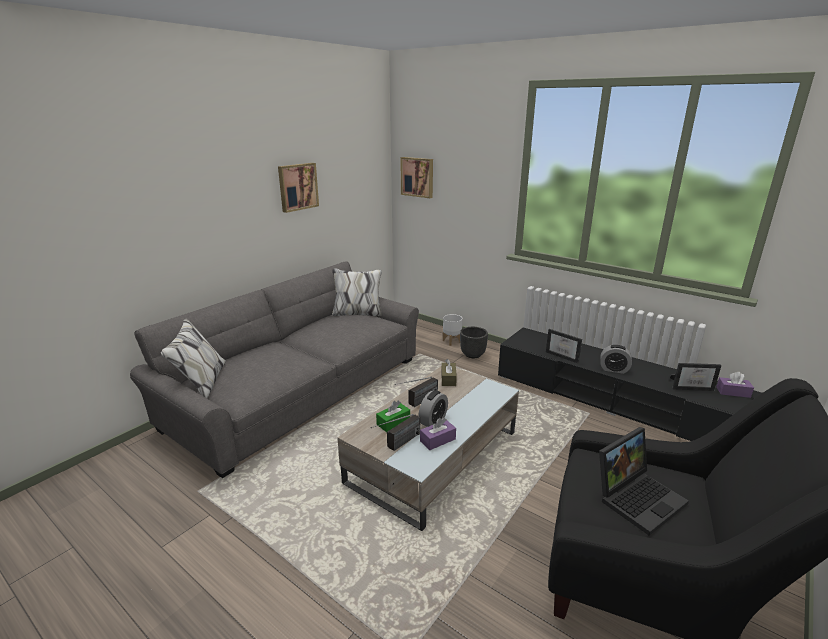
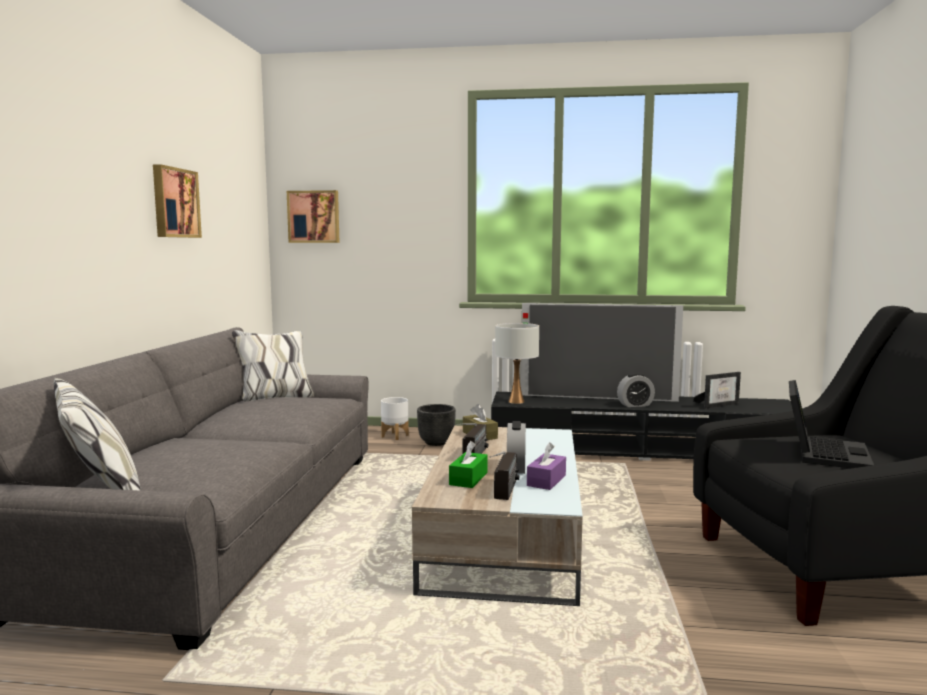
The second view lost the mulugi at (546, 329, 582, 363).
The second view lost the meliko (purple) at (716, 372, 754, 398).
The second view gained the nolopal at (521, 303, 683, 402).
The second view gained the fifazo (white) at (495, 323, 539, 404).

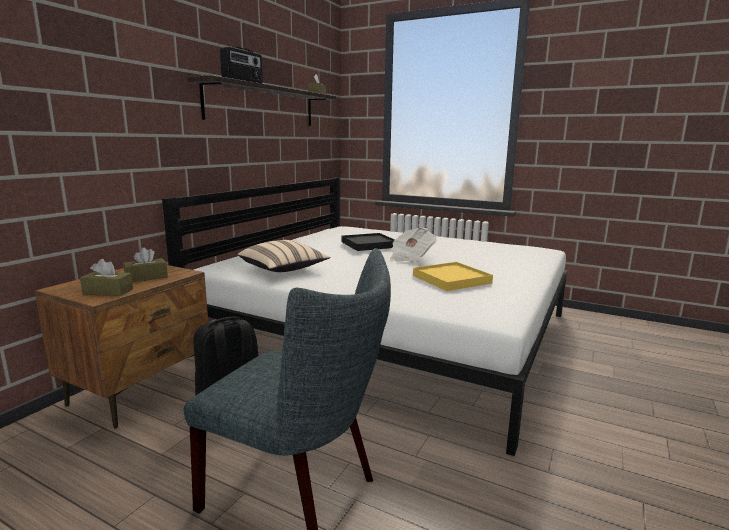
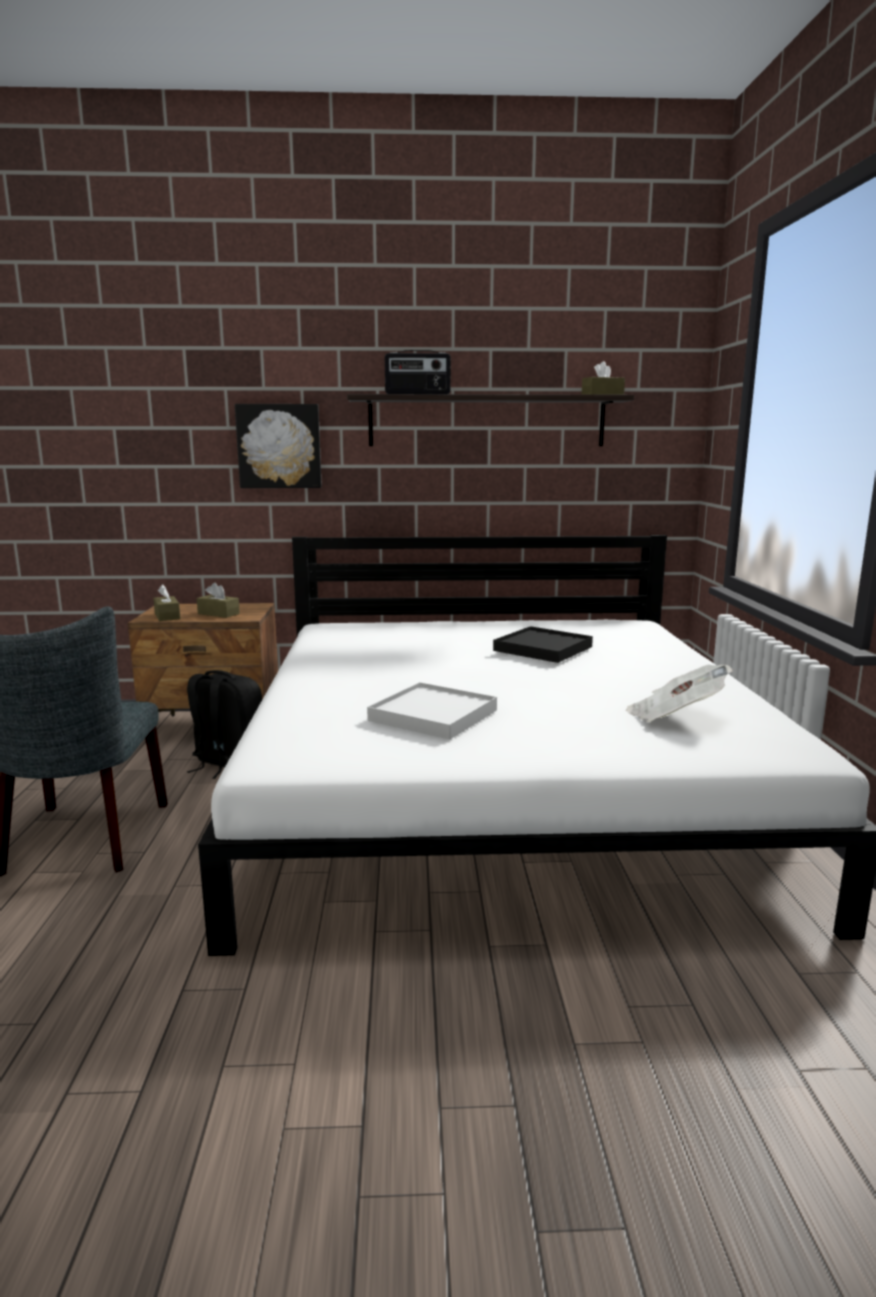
The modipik ended up elsewhere, having gone from (390, 227, 437, 262) to (626, 665, 733, 722).
The second view lost the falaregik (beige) at (238, 240, 330, 272).
What was the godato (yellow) at (413, 262, 493, 291) turned into the godato (white) at (367, 682, 497, 740).
The second view gained the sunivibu at (235, 404, 322, 488).

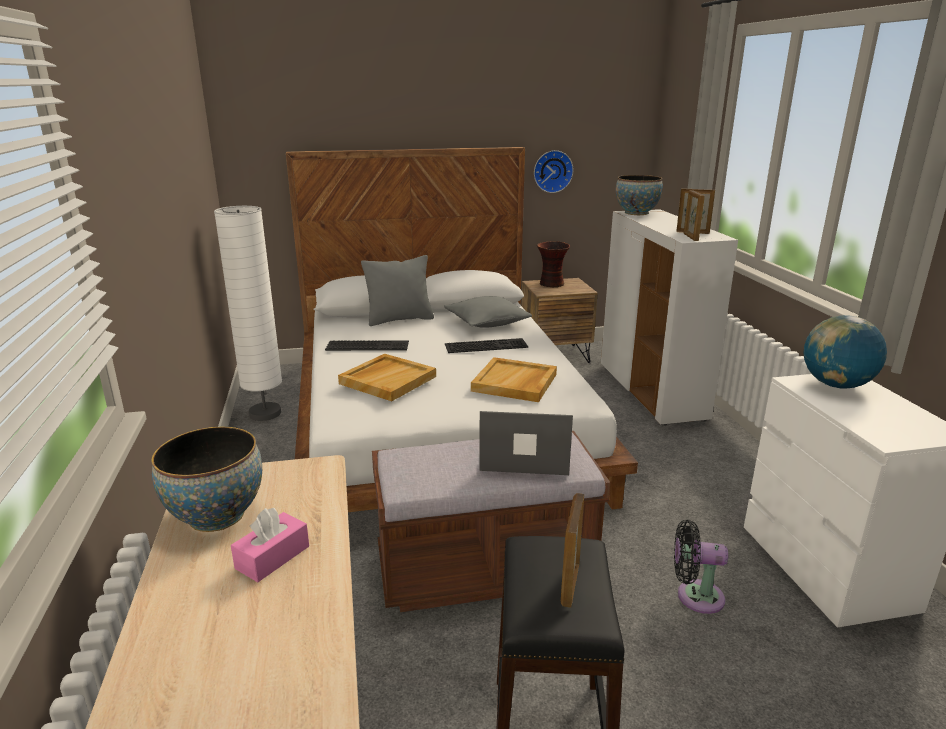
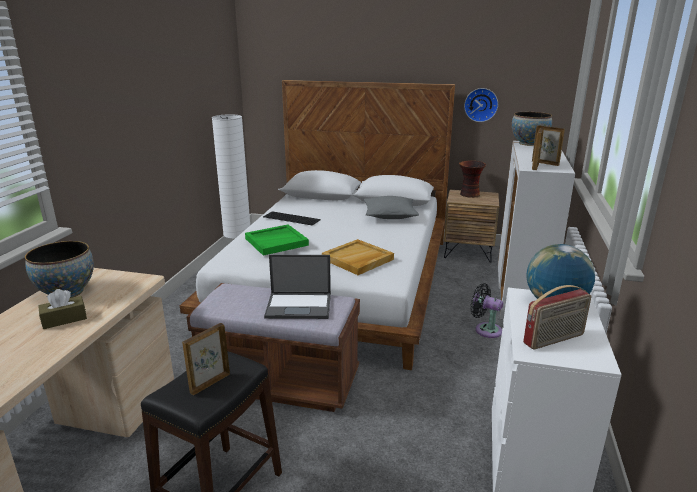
The second view lost the falaregik (grey) at (361, 255, 434, 326).
The second view lost the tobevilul at (445, 338, 528, 353).
What was the godato (beige) at (338, 354, 436, 401) turned into the godato (green) at (245, 225, 309, 256).
The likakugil at (479, 411, 573, 475) ended up facing another way, 150 degrees clockwise from before.
What was the meliko (pink) at (231, 508, 309, 582) turned into the meliko (brown) at (38, 289, 87, 329).
The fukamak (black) ended up elsewhere, having gone from (674, 520, 728, 614) to (470, 283, 503, 338).
The second view gained the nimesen at (523, 285, 591, 350).

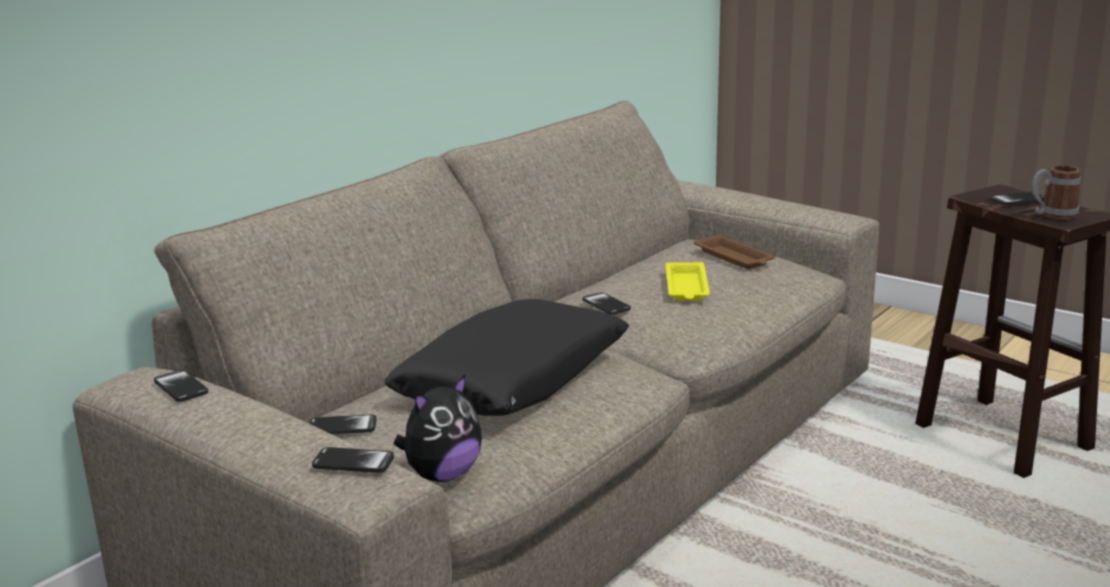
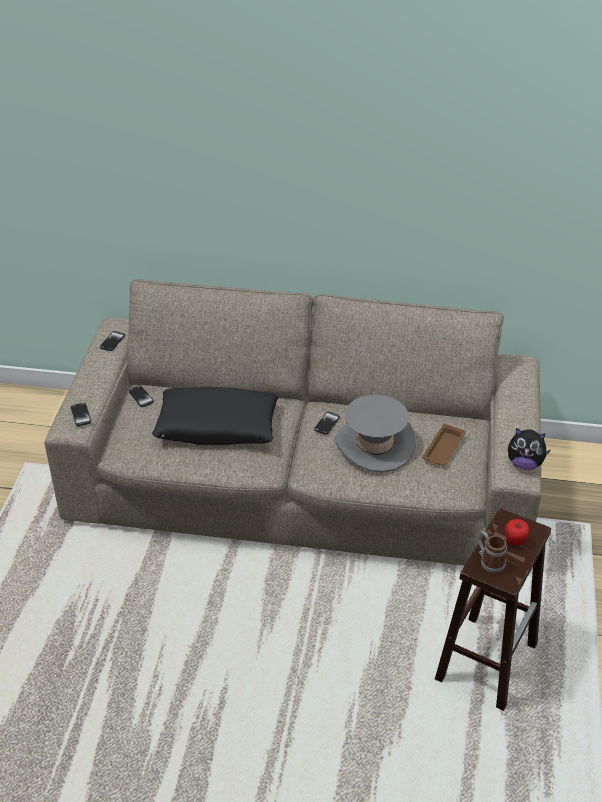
Where the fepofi stood at (990, 192, 1044, 205), the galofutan came to stand at (505, 519, 529, 546).
Where the godato (yellow) stood at (666, 262, 710, 301), the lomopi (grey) came to stand at (335, 395, 416, 473).
The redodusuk ended up elsewhere, having gone from (394, 374, 482, 482) to (508, 428, 550, 470).

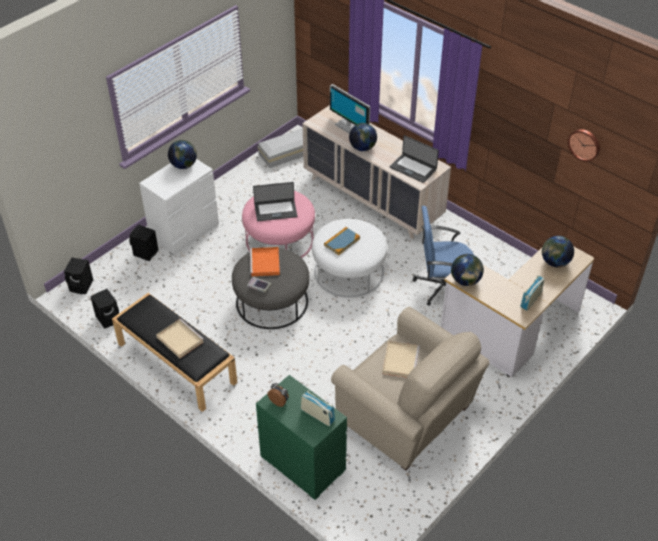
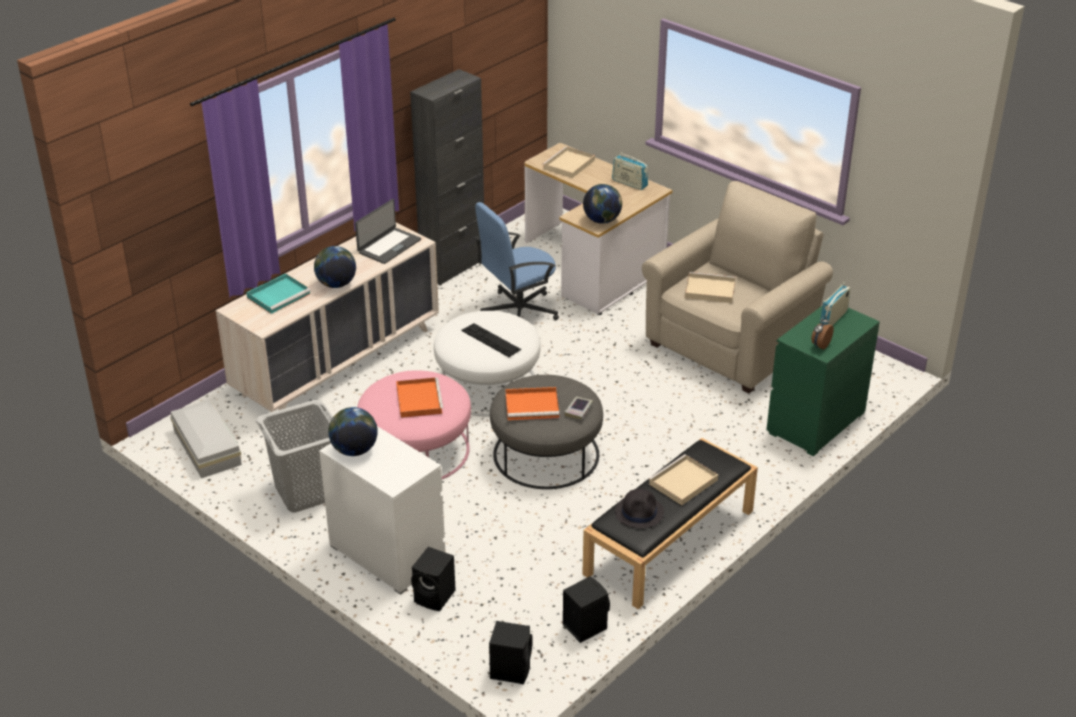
Where the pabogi stood at (330, 84, 370, 134), the godato (turquoise) came to stand at (246, 273, 311, 314).
The second view lost the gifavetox at (568, 129, 600, 162).
Where the likakugil stood at (253, 182, 298, 221), the godato (orange) came to stand at (396, 377, 444, 418).
The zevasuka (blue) at (413, 206, 474, 306) ended up facing another way, 60 degrees clockwise from before.
Where the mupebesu stood at (324, 227, 360, 255), the tobevilul came to stand at (462, 323, 521, 357).
Where the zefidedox stood at (542, 236, 574, 267), the godato (beige) came to stand at (542, 146, 595, 178).
The second view gained the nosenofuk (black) at (410, 69, 484, 285).
The second view gained the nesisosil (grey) at (256, 400, 333, 513).
The second view gained the lomopi (black) at (615, 489, 664, 528).

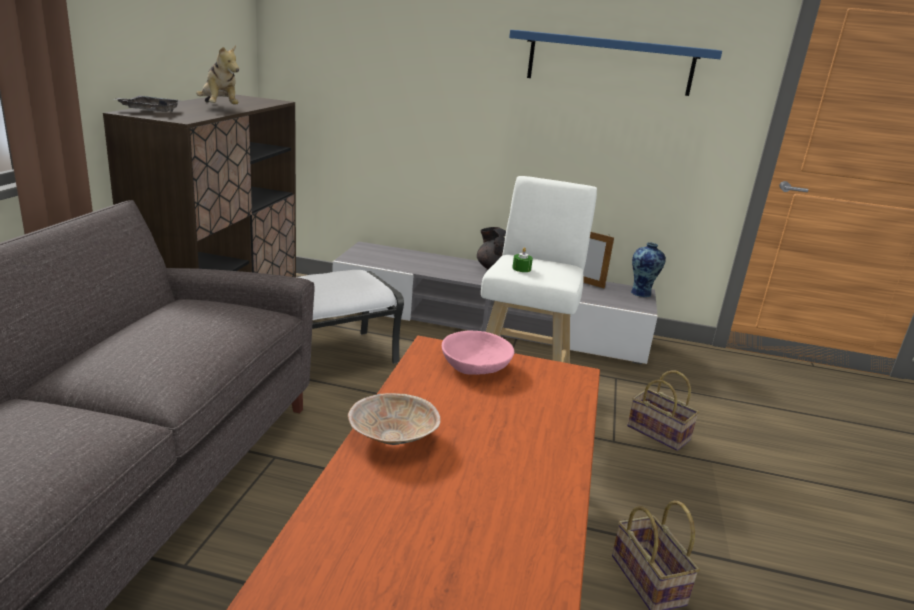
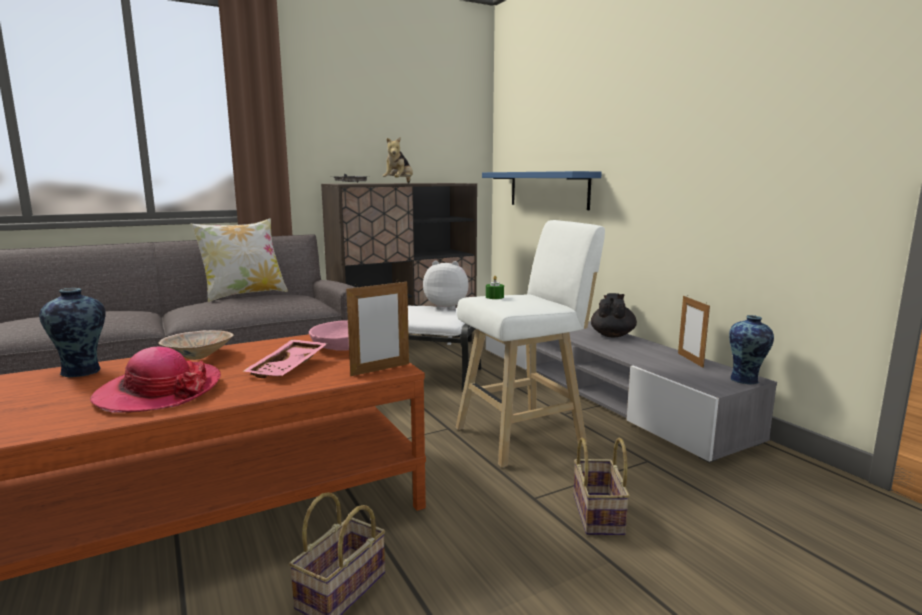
The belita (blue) ended up elsewhere, having gone from (509, 30, 722, 96) to (482, 171, 602, 210).
The second view gained the falaregik at (190, 218, 288, 302).
The second view gained the redodusuk at (423, 261, 469, 310).
The second view gained the mulugi at (346, 279, 409, 376).
The second view gained the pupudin at (39, 288, 106, 377).
The second view gained the godato (pink) at (242, 340, 328, 378).
The second view gained the lomopi at (90, 347, 221, 413).

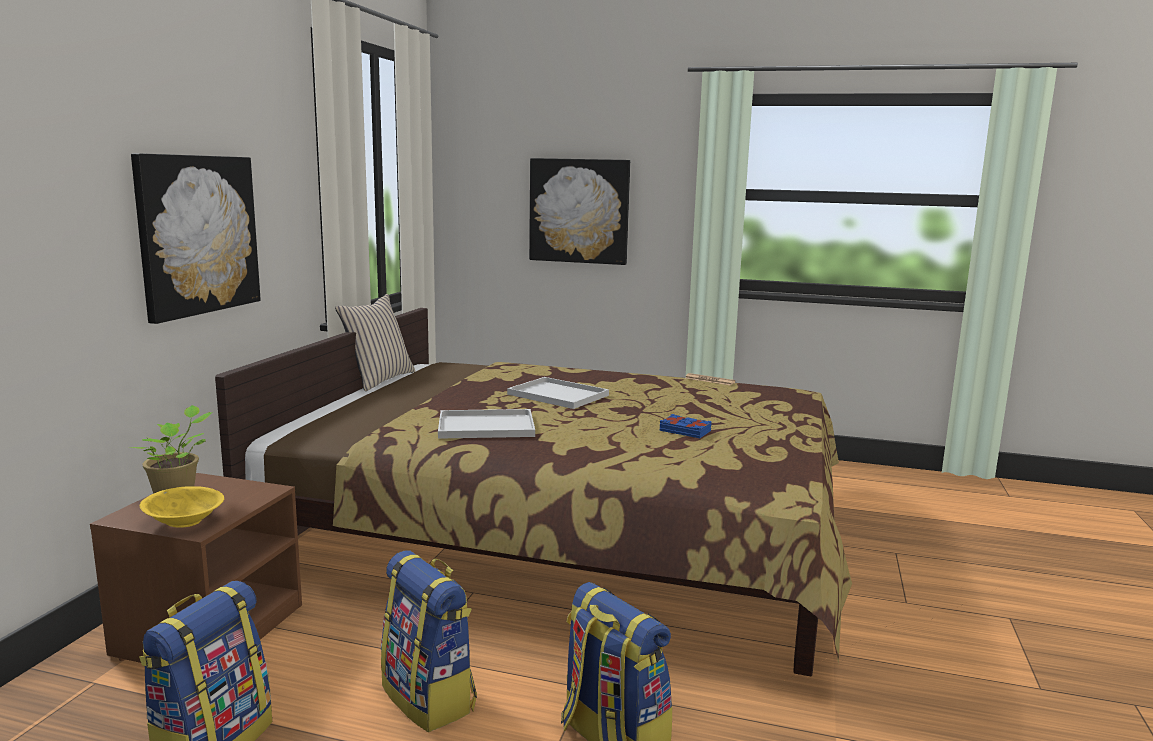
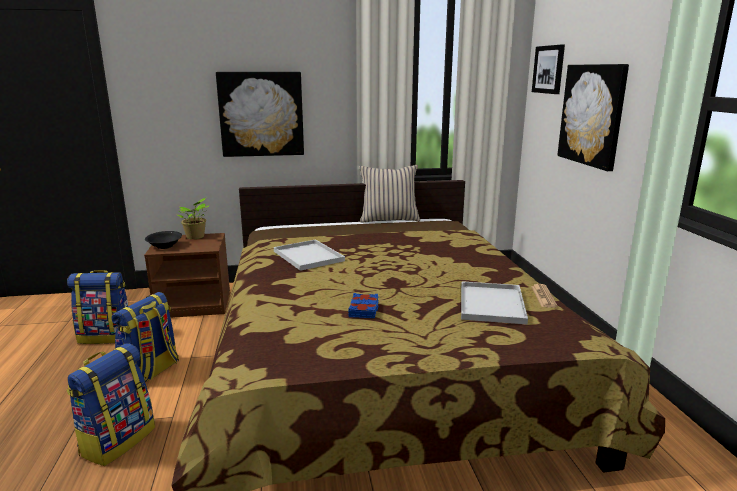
The godato (white) ended up elsewhere, having gone from (507, 377, 609, 409) to (461, 281, 528, 325).
What was the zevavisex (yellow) at (140, 486, 224, 528) turned into the zevavisex (black) at (145, 231, 182, 249).
The second view gained the sunivibu at (532, 44, 565, 94).

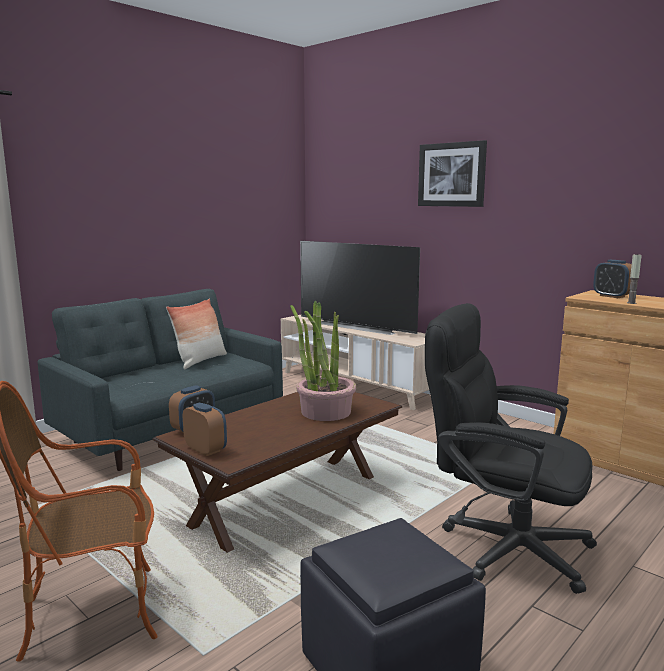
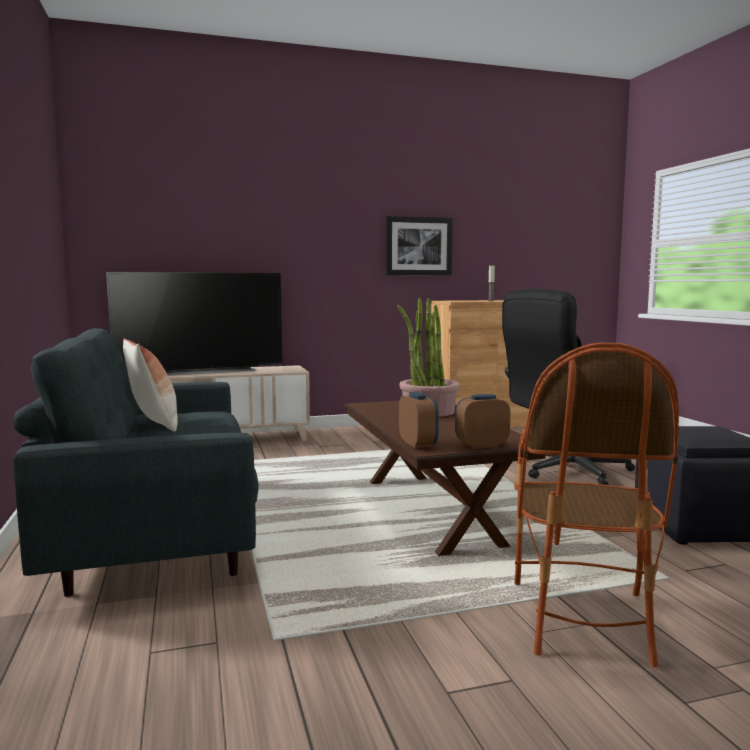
The sunivibu ended up elsewhere, having gone from (418, 140, 487, 207) to (386, 216, 453, 276).
The second view lost the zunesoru at (593, 260, 632, 298).

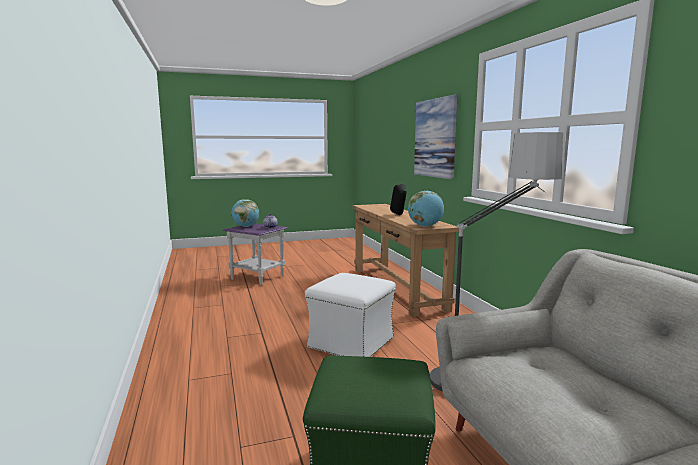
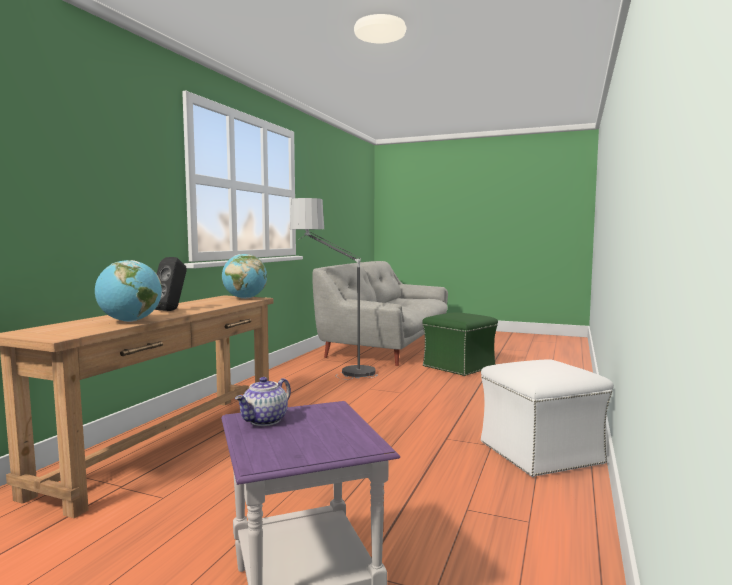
The second view lost the sunivibu at (414, 95, 458, 179).
The zefidedox ended up elsewhere, having gone from (231, 199, 259, 227) to (95, 260, 162, 322).
The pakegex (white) ended up elsewhere, having gone from (305, 273, 395, 357) to (481, 359, 614, 477).

